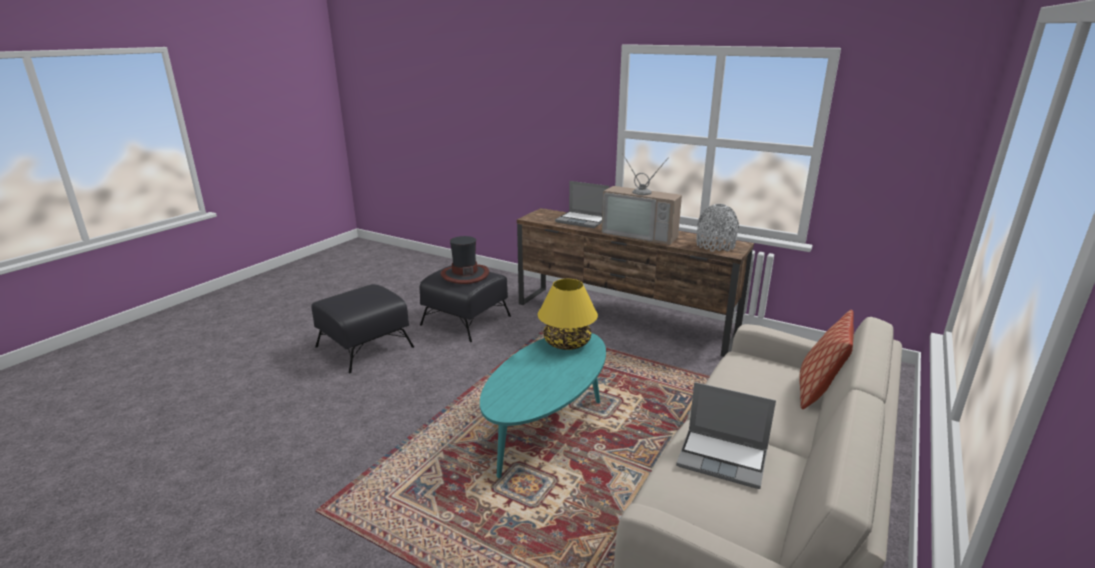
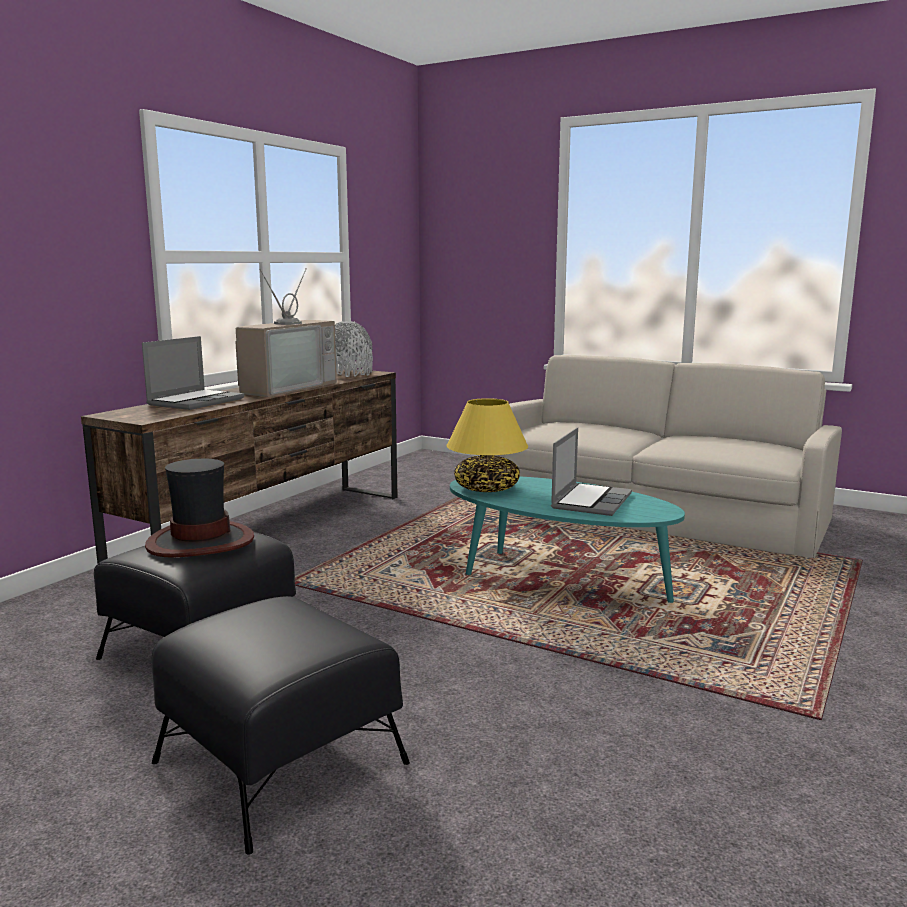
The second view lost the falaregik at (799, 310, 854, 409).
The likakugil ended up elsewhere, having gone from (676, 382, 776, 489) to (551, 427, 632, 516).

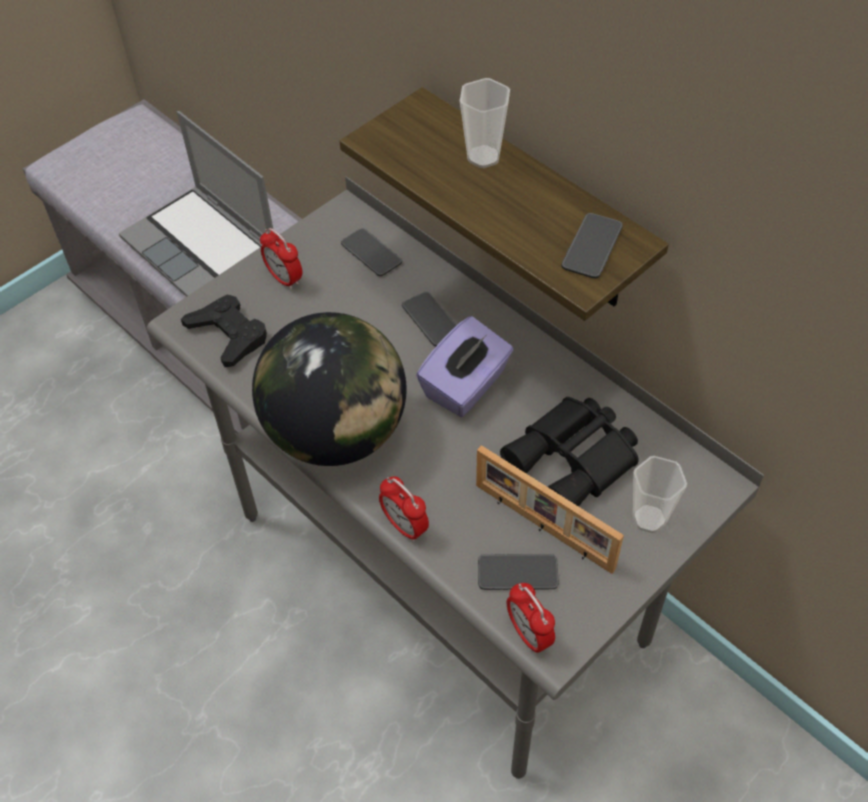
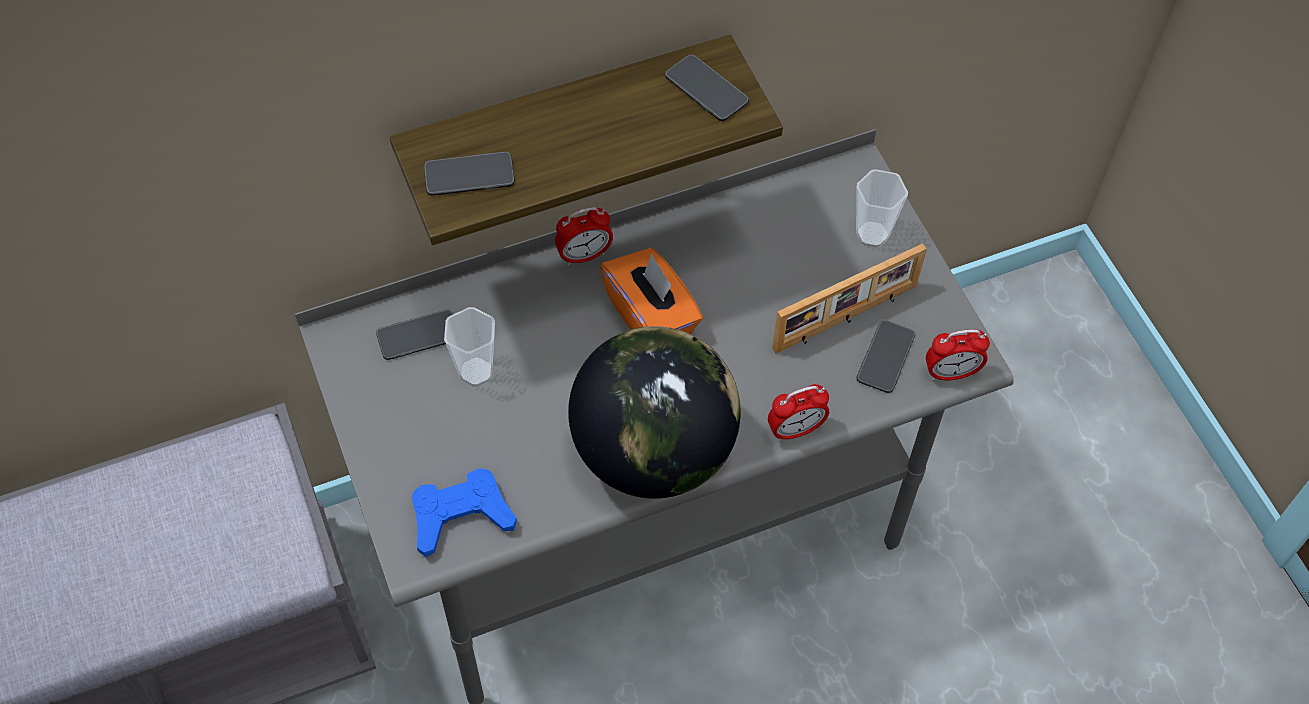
The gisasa ended up elsewhere, having gone from (460, 78, 510, 168) to (444, 307, 495, 387).
The second view lost the likakugil at (119, 111, 273, 297).
The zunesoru ended up elsewhere, having gone from (260, 228, 302, 290) to (555, 207, 613, 266).
The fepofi ended up elsewhere, having gone from (402, 292, 457, 346) to (424, 152, 515, 196).
What was the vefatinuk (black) at (181, 295, 267, 367) turned into the vefatinuk (blue) at (412, 468, 517, 557).
What was the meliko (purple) at (416, 316, 513, 417) turned into the meliko (orange) at (600, 248, 703, 334).
The second view lost the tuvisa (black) at (500, 397, 639, 507).

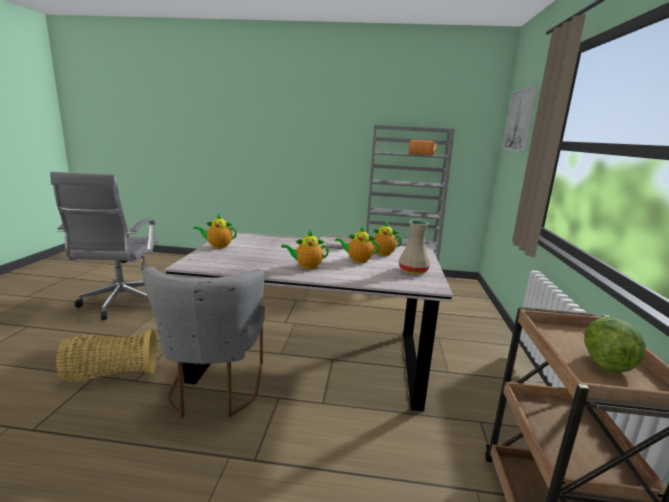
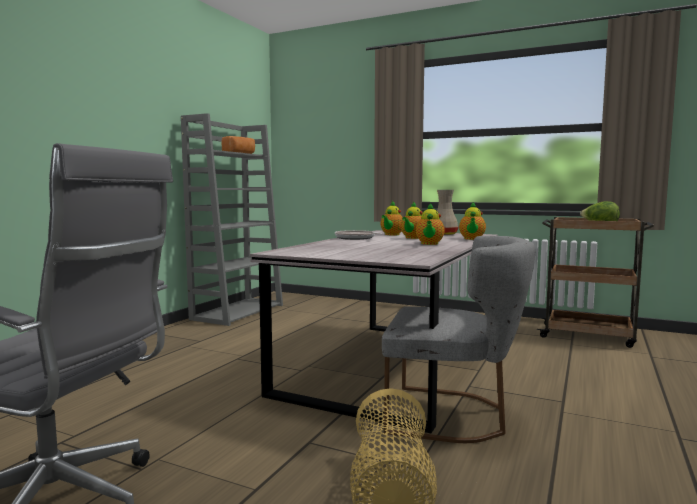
The second view lost the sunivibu at (503, 86, 537, 152).
The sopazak ended up elsewhere, having gone from (193, 214, 237, 249) to (459, 202, 486, 240).

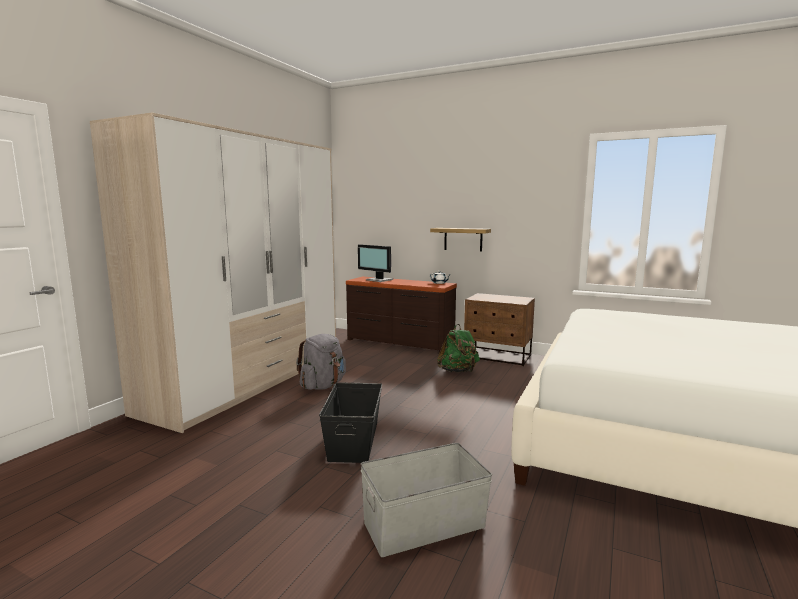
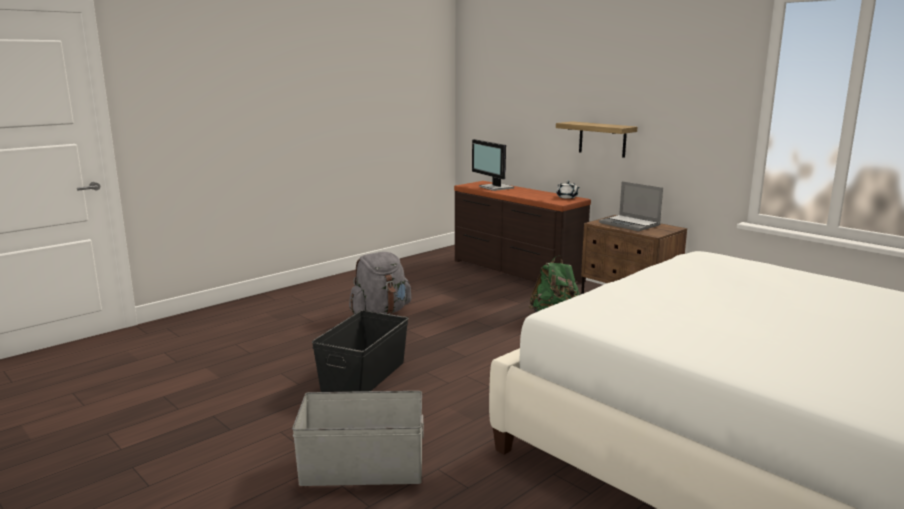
The second view lost the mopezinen at (90, 113, 336, 433).
The second view gained the likakugil at (599, 181, 663, 231).

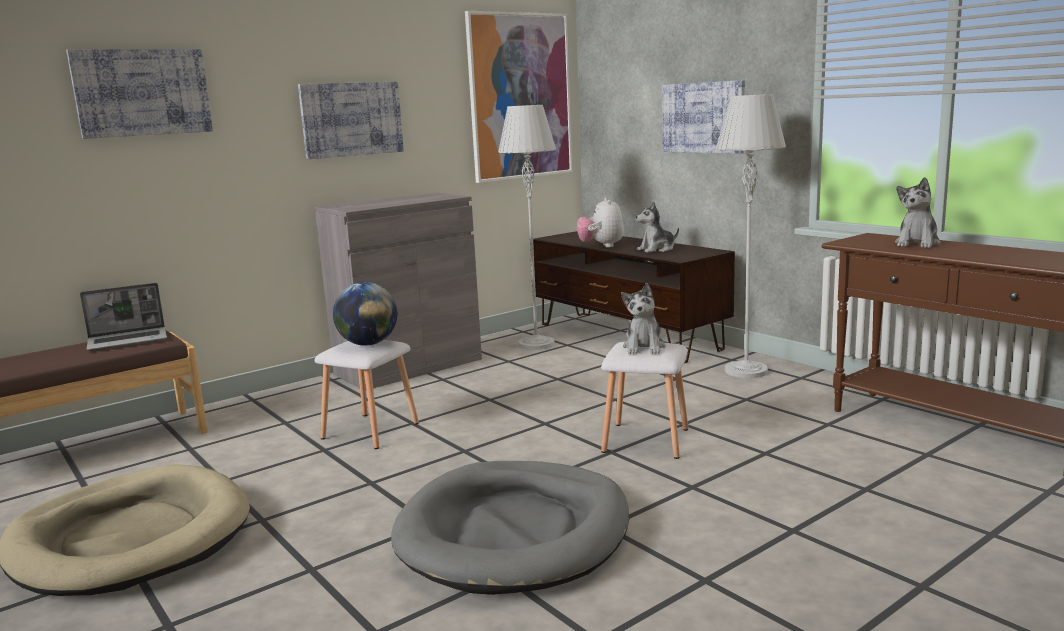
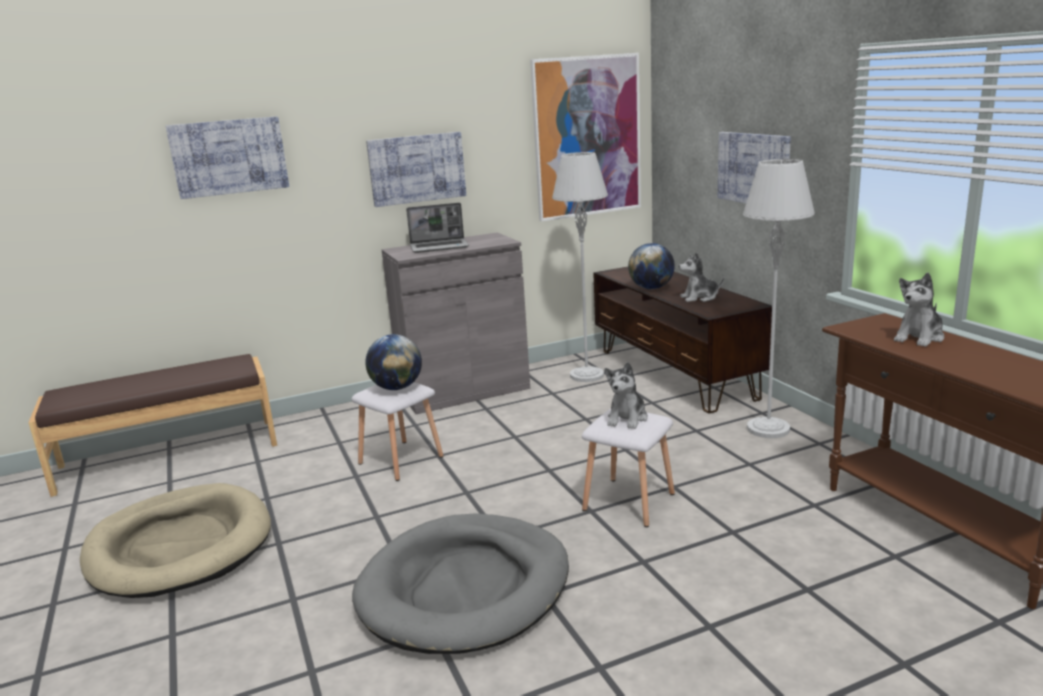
Where the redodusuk stood at (577, 198, 624, 247), the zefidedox came to stand at (628, 243, 675, 289).
The likakugil ended up elsewhere, having gone from (80, 283, 167, 351) to (406, 203, 469, 253).

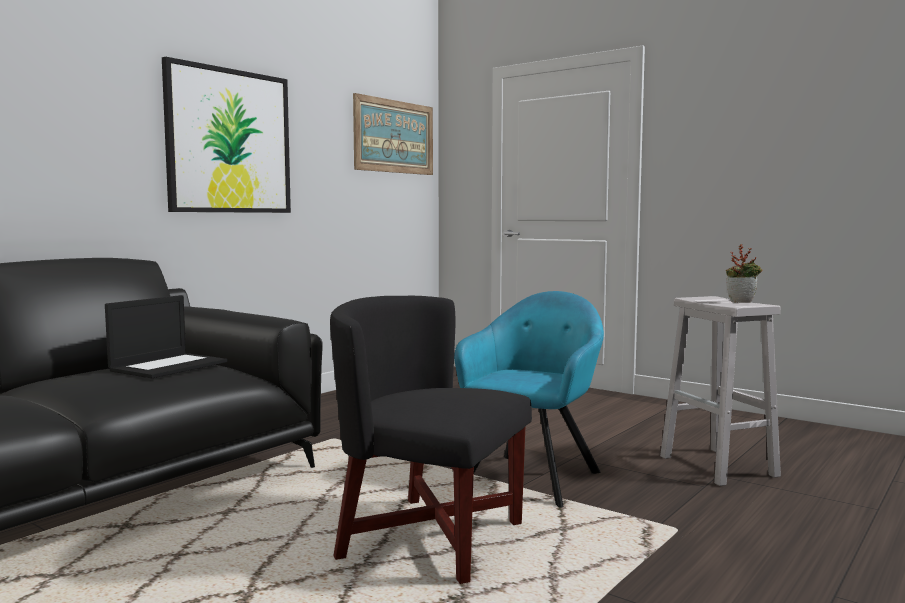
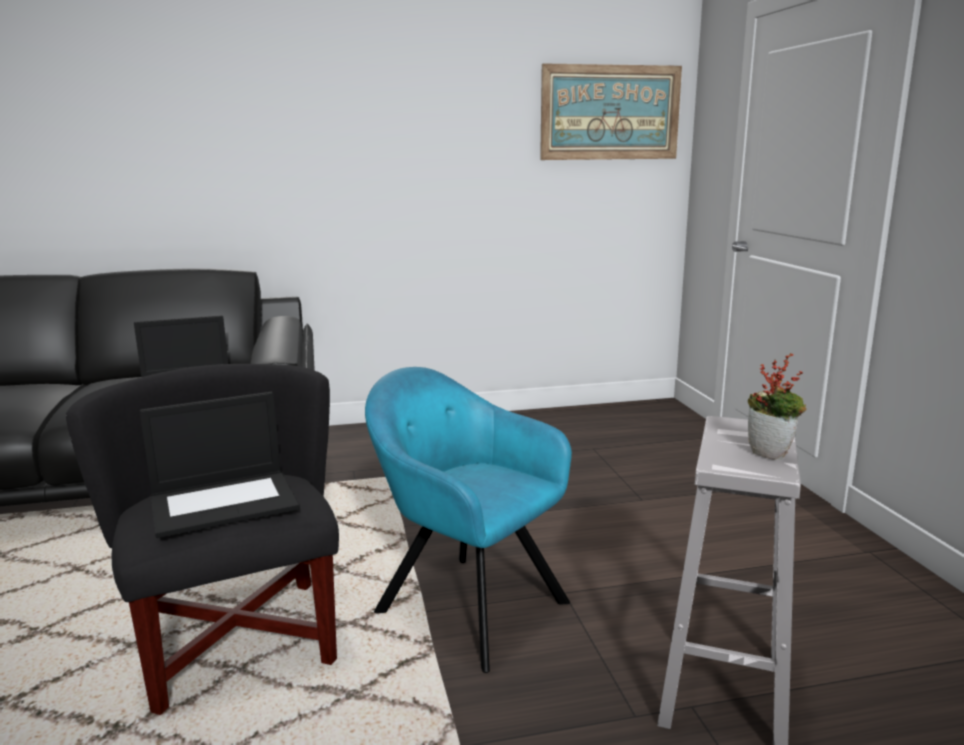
The second view lost the sunivibu at (162, 57, 291, 213).
The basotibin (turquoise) at (454, 291, 604, 507) ended up facing another way, 120 degrees counterclockwise from before.
The second view gained the likakugil at (140, 392, 300, 538).

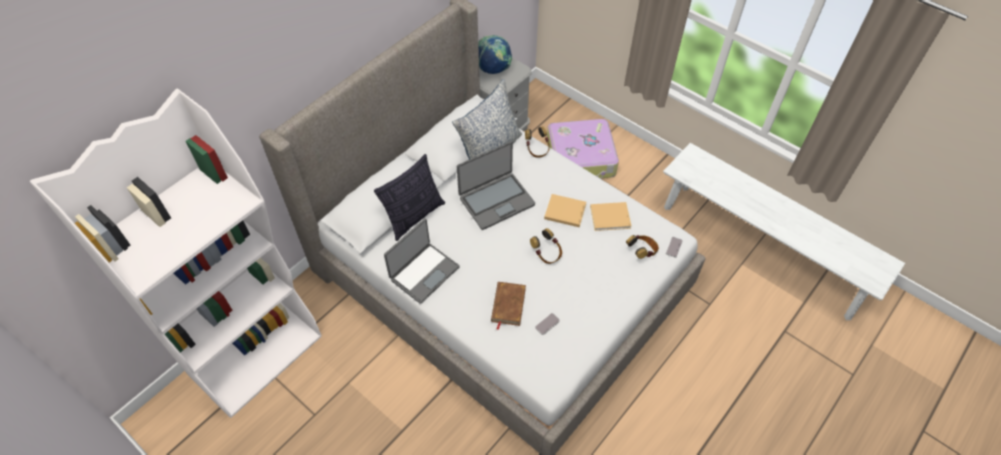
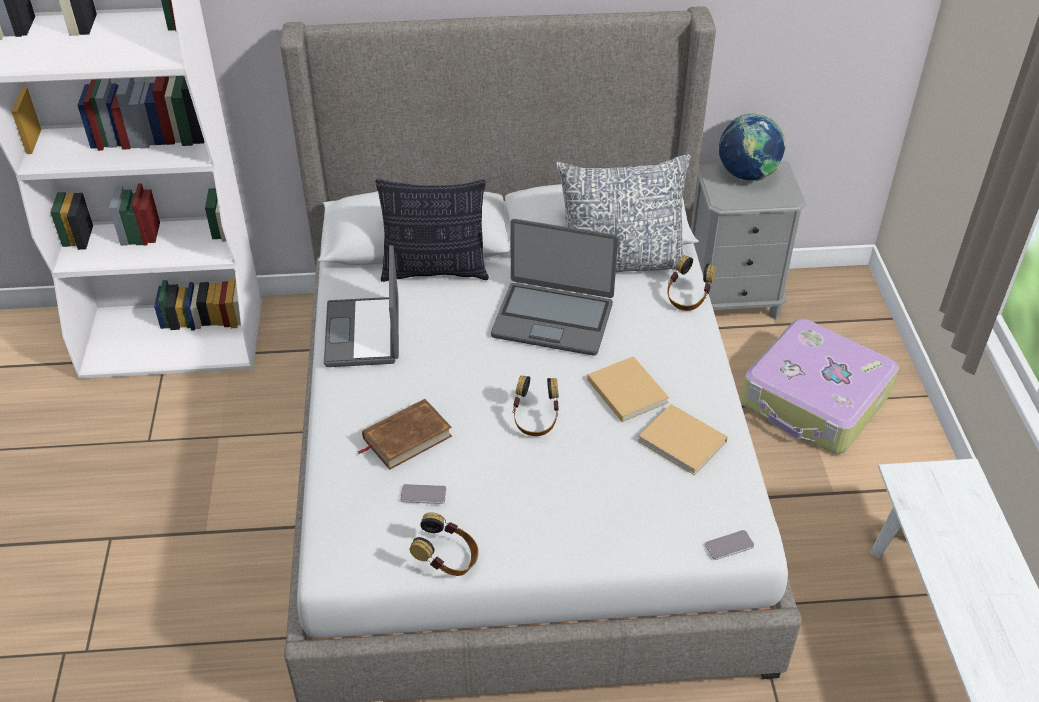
The likakugil at (384, 219, 460, 304) ended up facing another way, 90 degrees clockwise from before.
The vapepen ended up elsewhere, having gone from (626, 235, 659, 259) to (410, 512, 479, 576).

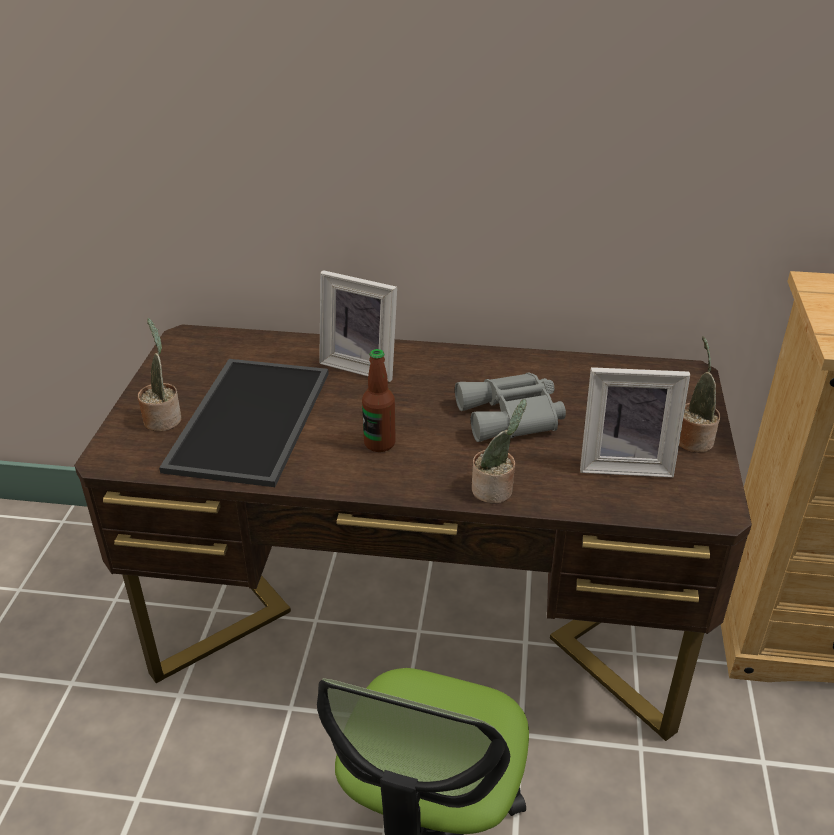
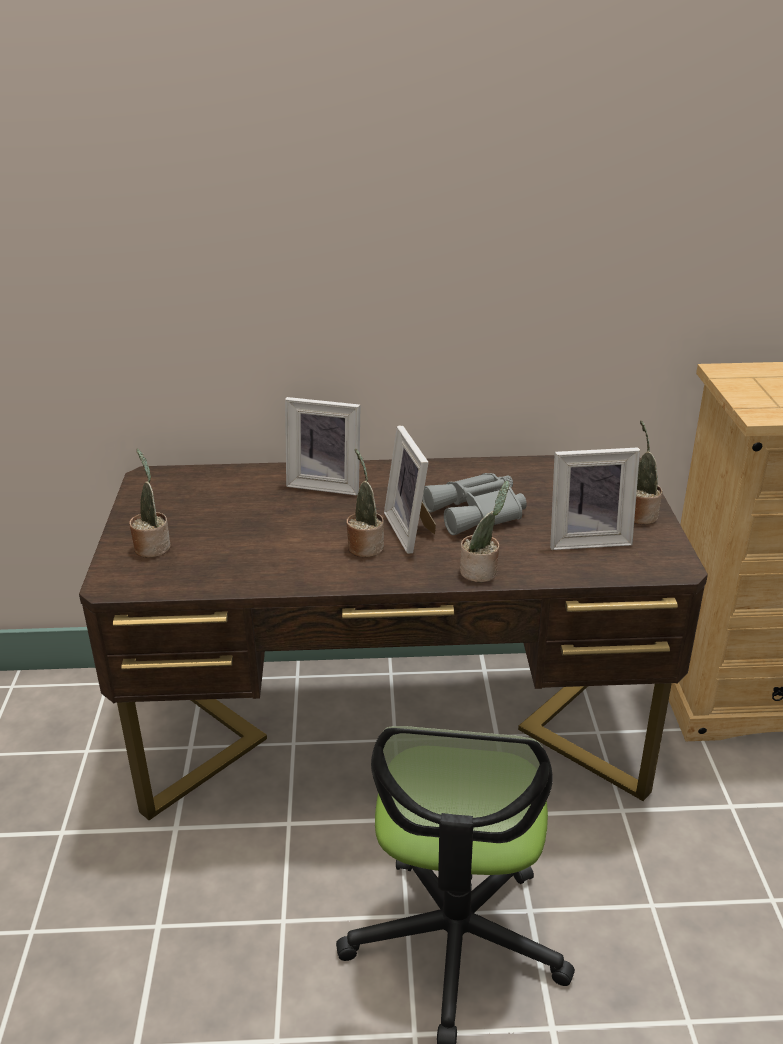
Where the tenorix stood at (362, 349, 396, 452), the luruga came to stand at (346, 448, 384, 557).
The second view lost the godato at (159, 359, 329, 487).
The second view gained the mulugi at (384, 426, 436, 554).

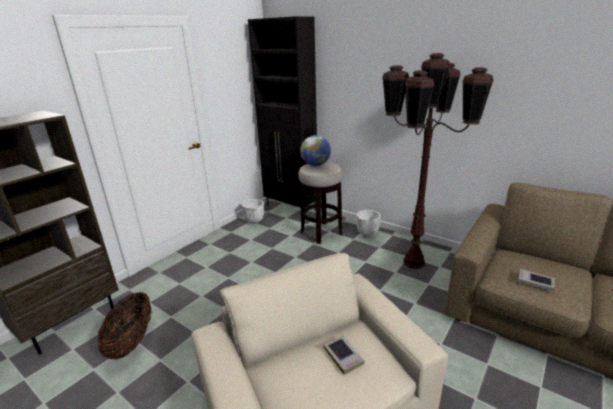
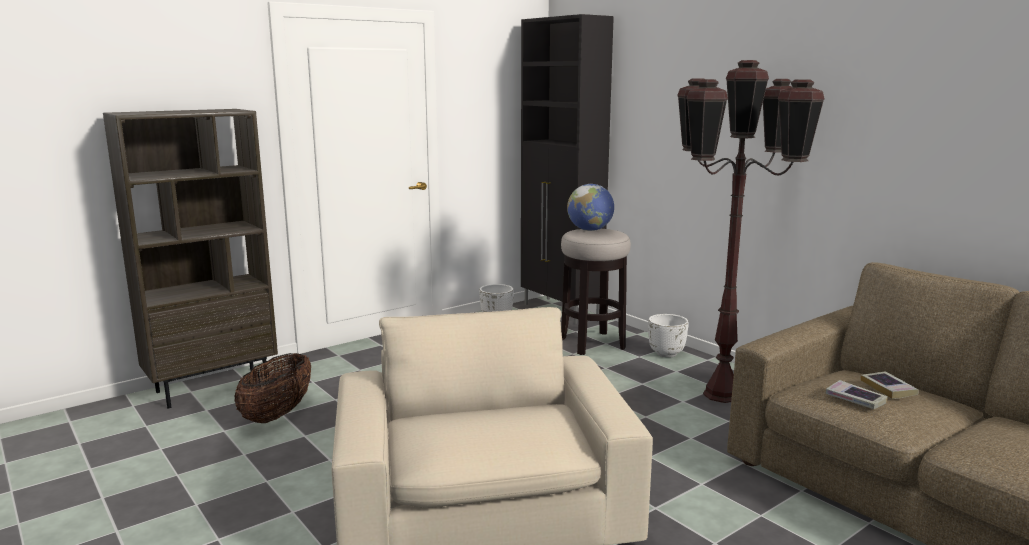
The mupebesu ended up elsewhere, having gone from (324, 336, 365, 375) to (861, 372, 919, 399).

